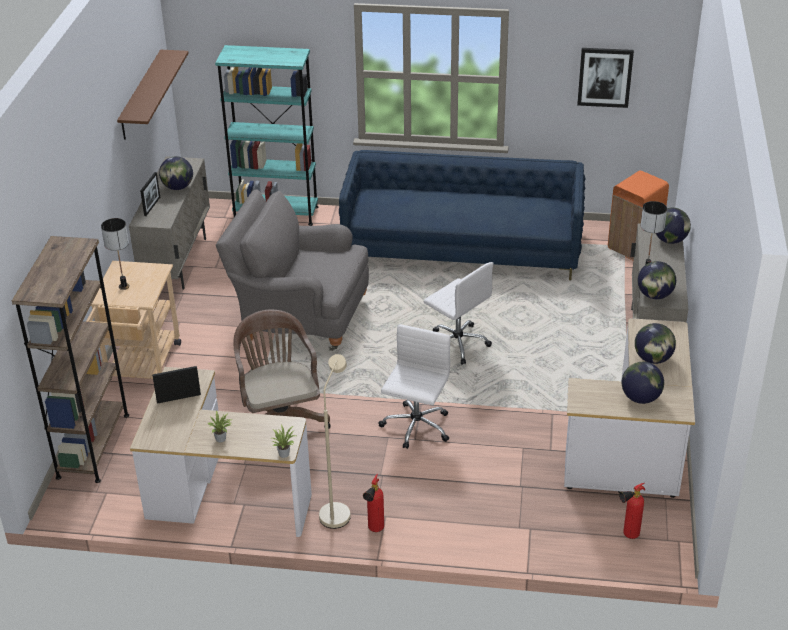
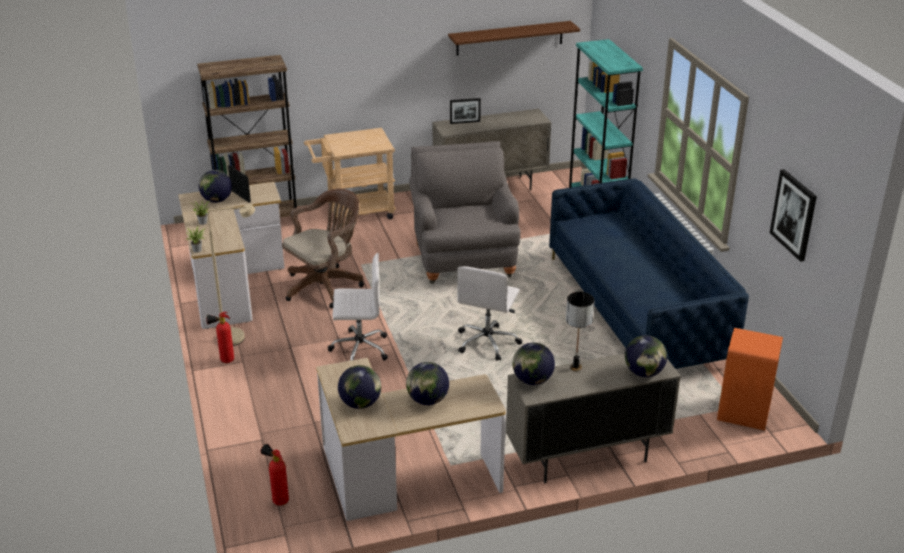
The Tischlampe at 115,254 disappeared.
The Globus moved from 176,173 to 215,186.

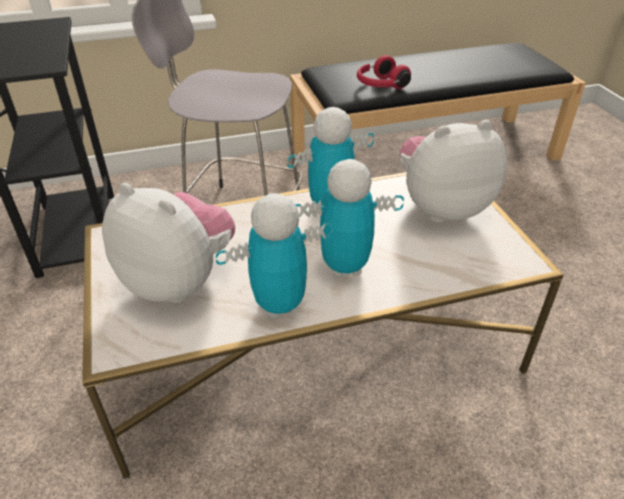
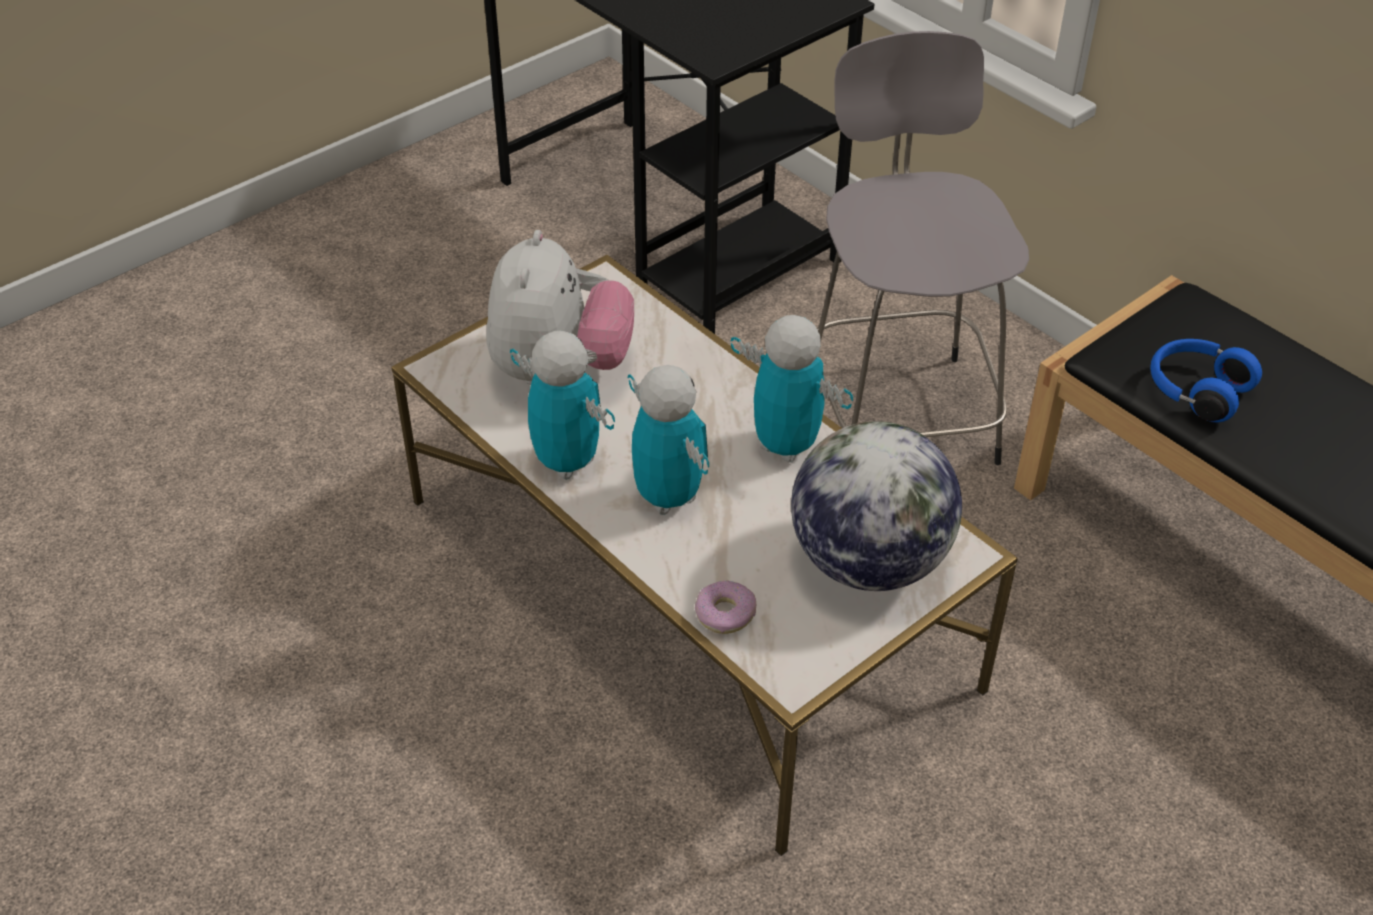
The Donut at 725,607 appeared.
The Plüschtier at 454,171 was replaced by the Globus at 876,506.
The Kopfhörer (rot) at 384,72 became the Kopfhörer (blau) at 1206,380.

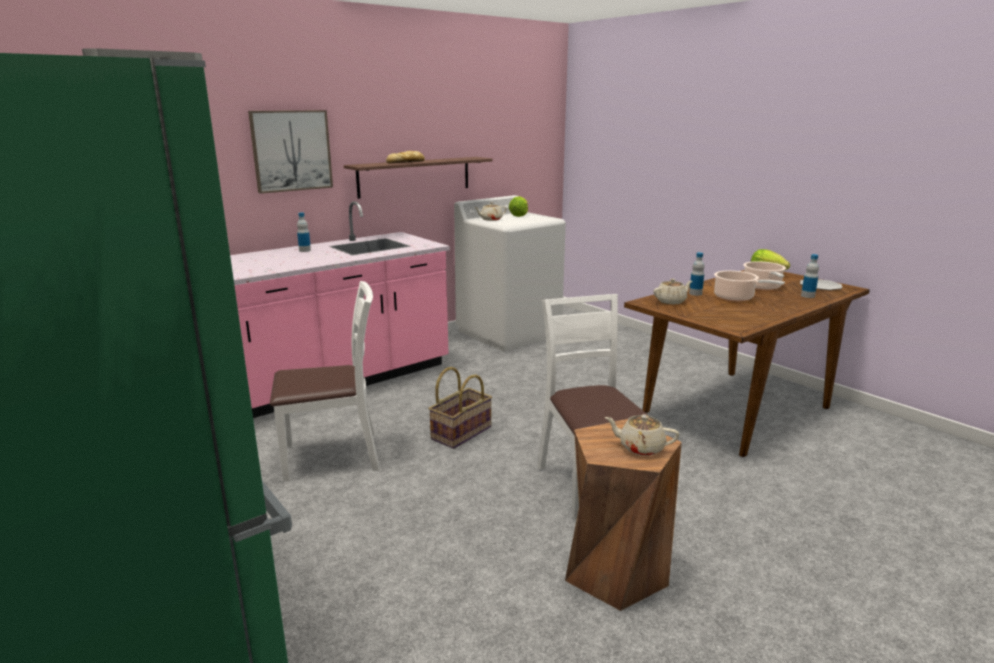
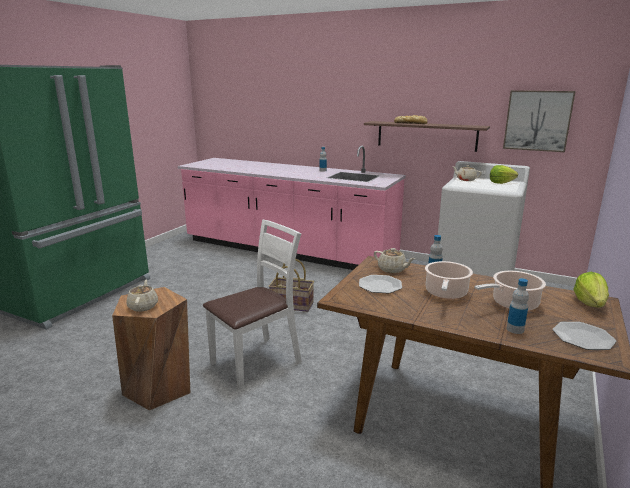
The Stuhl (weiß) at 325,381 disappeared.
The Teller at 380,284 appeared.
The Bild moved from 290,152 to 539,121.

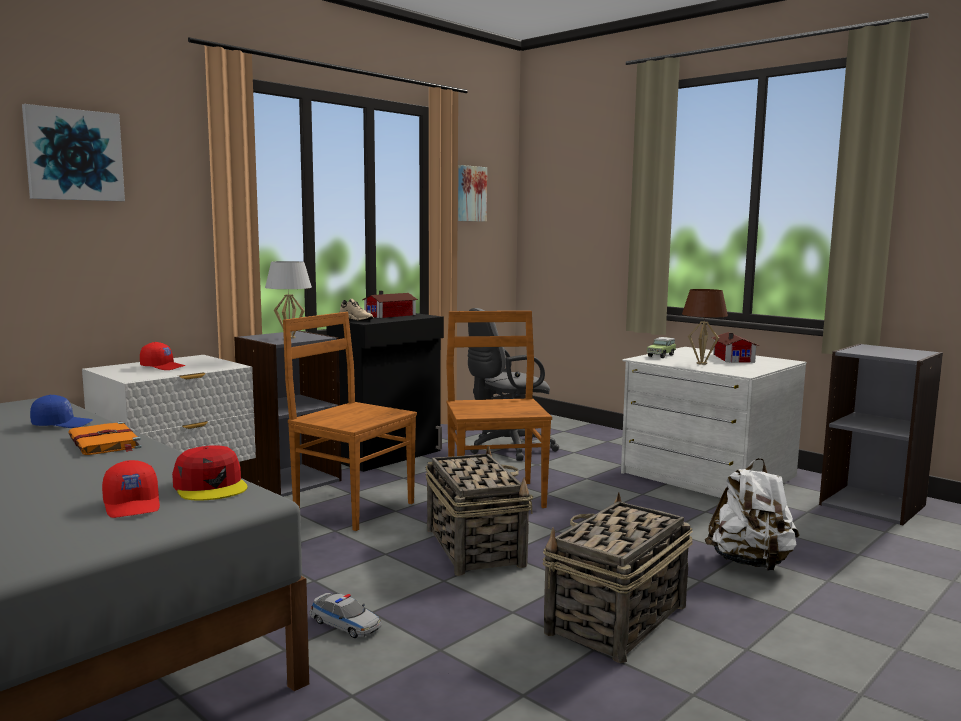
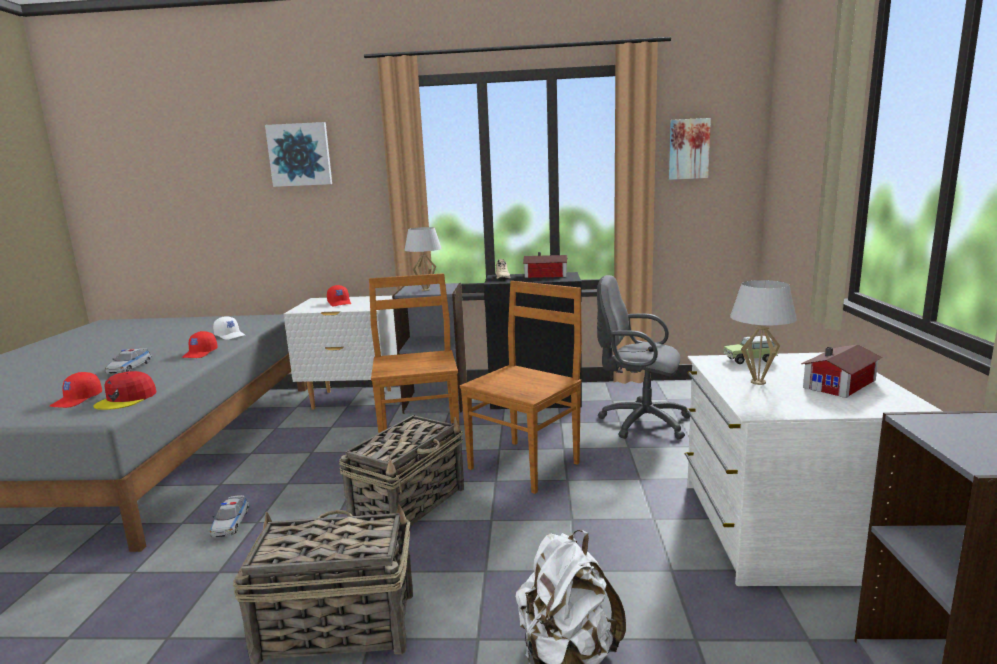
The Spielzeugauto at 128,361 appeared.
The Buch (orange) at 105,438 was replaced by the Kappe (rot) at 199,344.
The Kappe (blau) at 61,411 became the Kappe (weiß) at 229,328.
The Tischlampe (braun) at 705,327 became the Tischlampe (weiß) at 763,332.

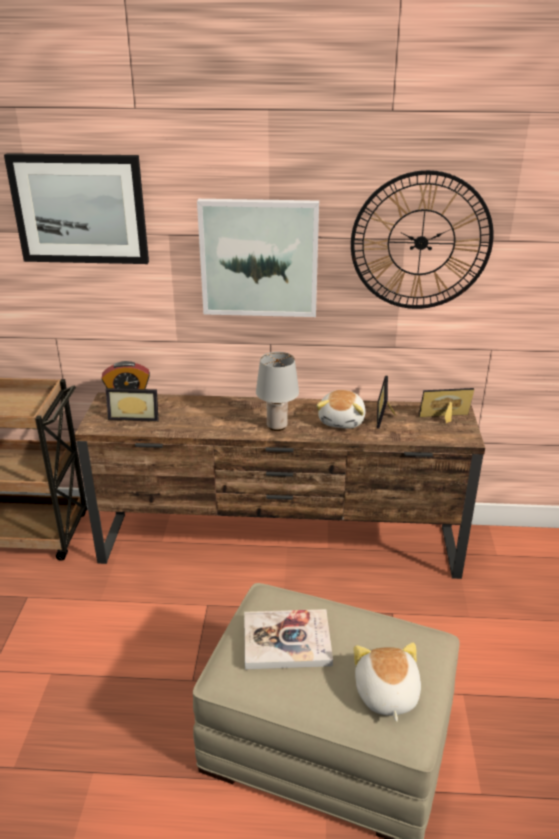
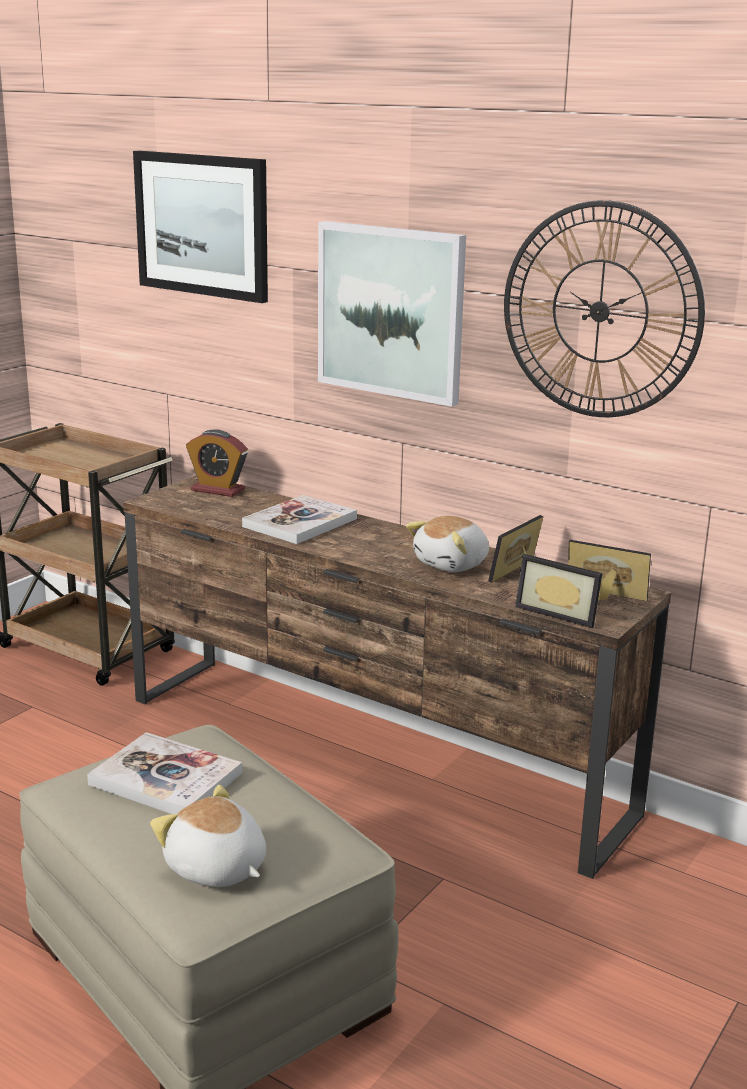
The Tischlampe (grau) at 277,391 disappeared.
The Buch at 299,519 appeared.
The Bilderrahmen moved from 132,405 to 558,591.
The Plüschtier at 387,682 turned 75 degrees counterclockwise.

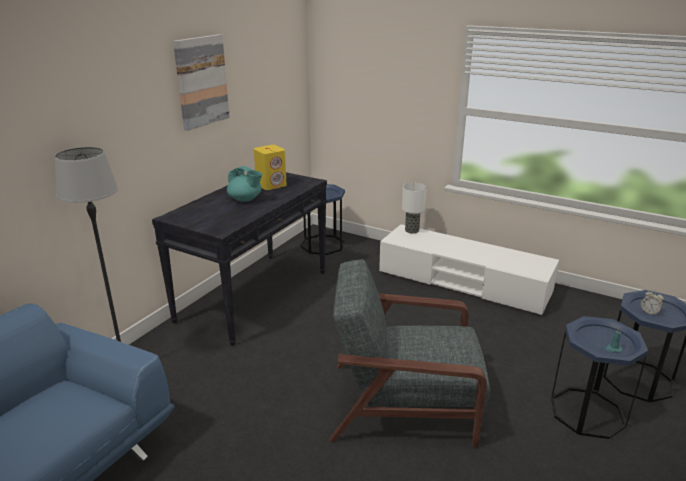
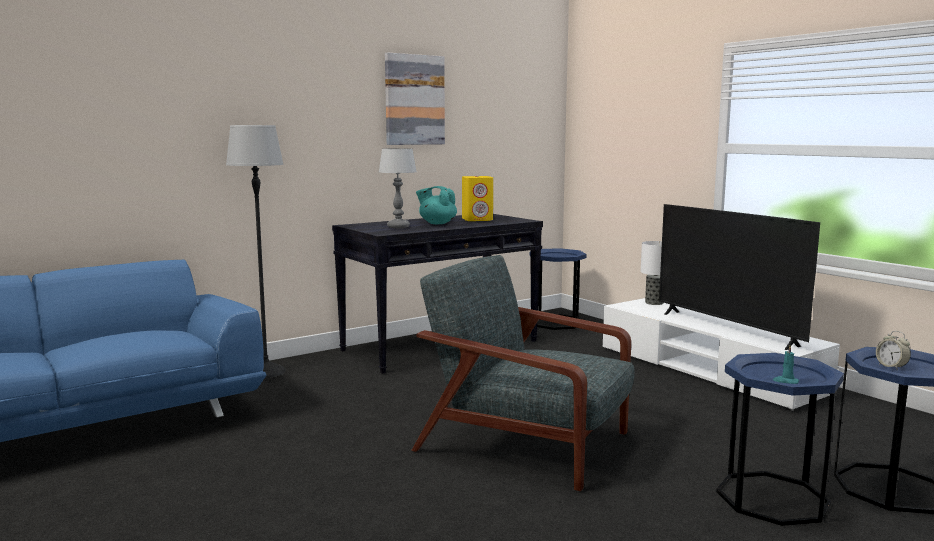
The Tischlampe at 398,188 appeared.
The Fernseher at 739,277 appeared.
The Teekanne (türkis) at 244,184 turned 150 degrees clockwise.

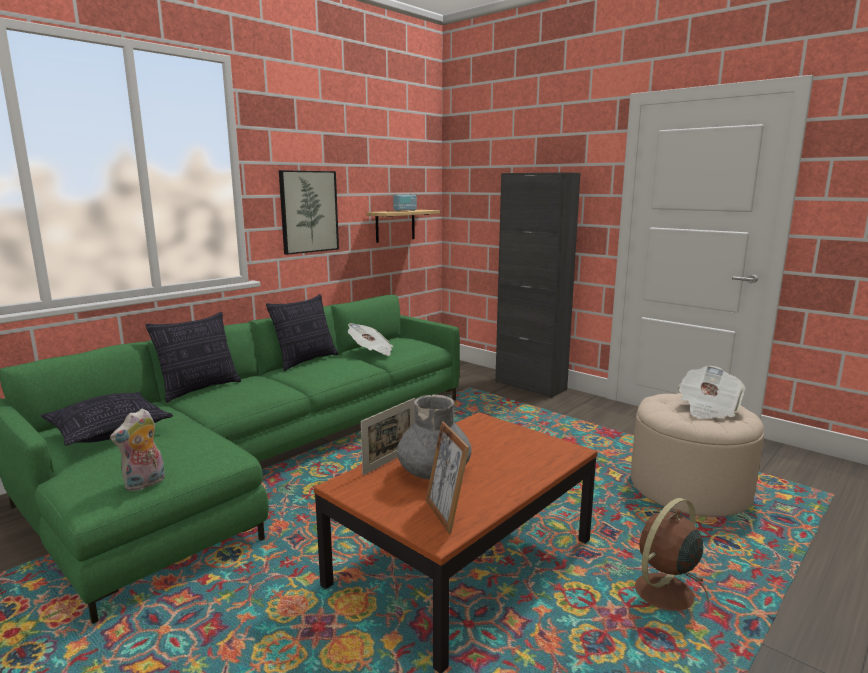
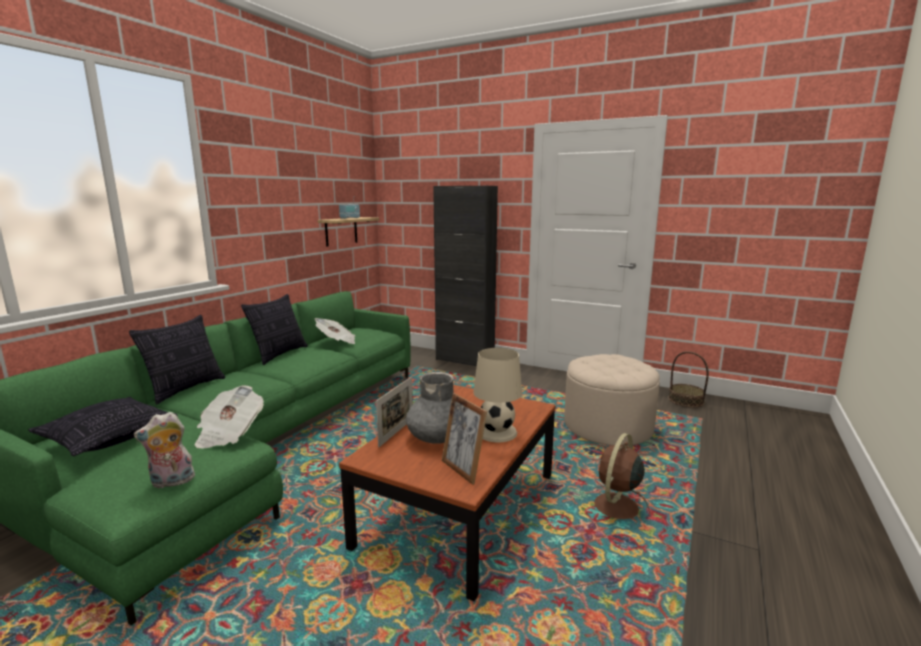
The Bild at 309,212 disappeared.
The Tischlampe (beige) at 497,395 appeared.
The Korb at 688,379 appeared.
The Zeitung moved from 712,392 to 229,417.
The Plüschtier at 137,450 turned 45 degrees clockwise.

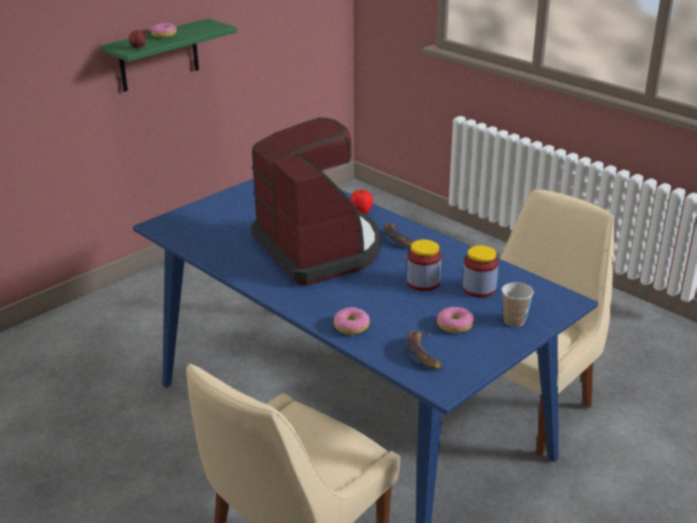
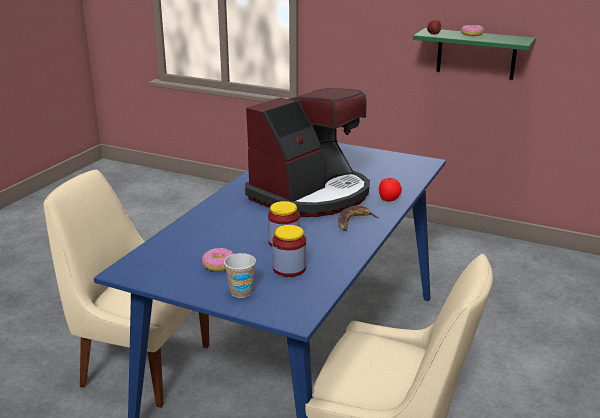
The Donut at 352,321 disappeared.
The Banane at 424,350 disappeared.

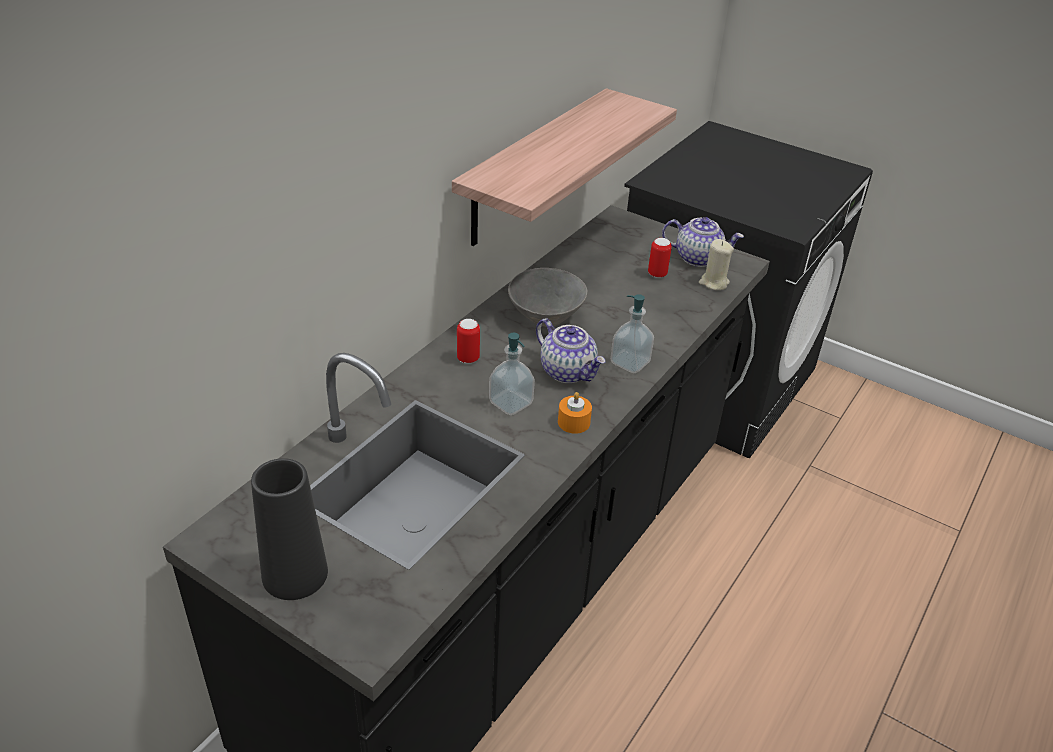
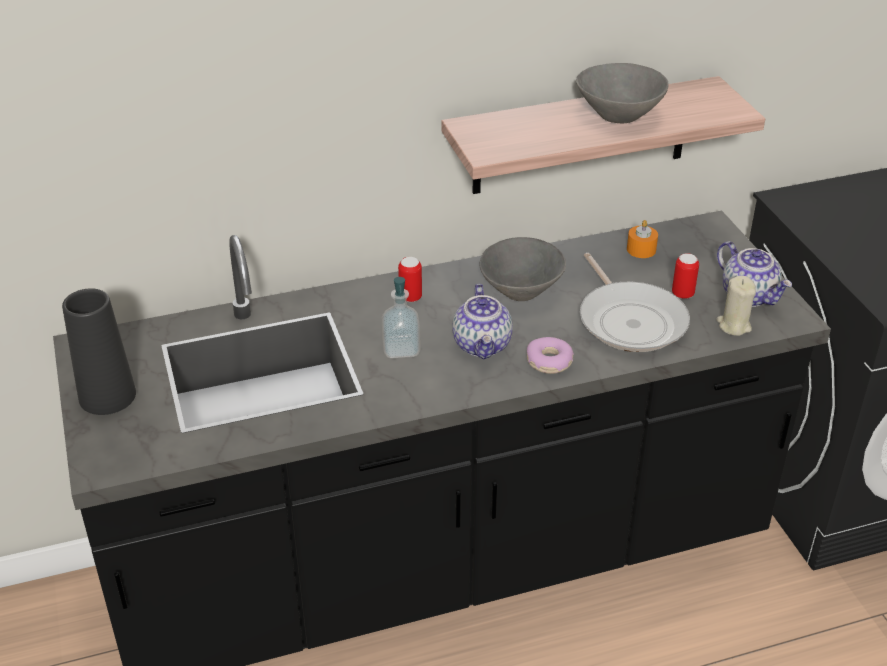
The Schüssel (grau) at 622,93 appeared.
The Pfanne at 635,302 appeared.
The Kerze (orange) moved from 575,413 to 642,239.
The Seifenspender at 632,333 was replaced by the Donut at 550,355.

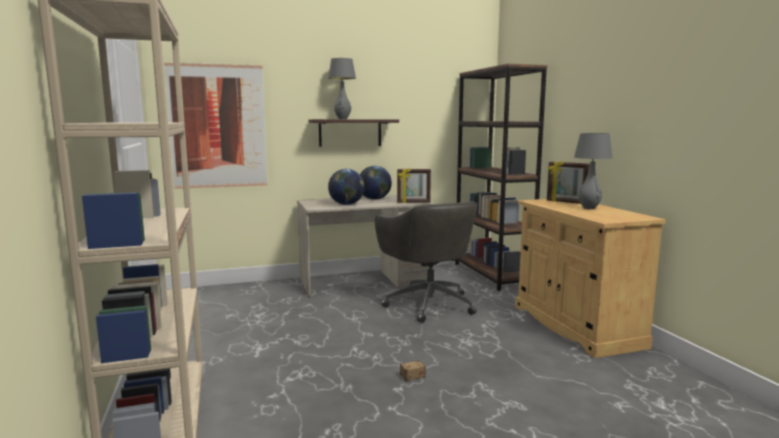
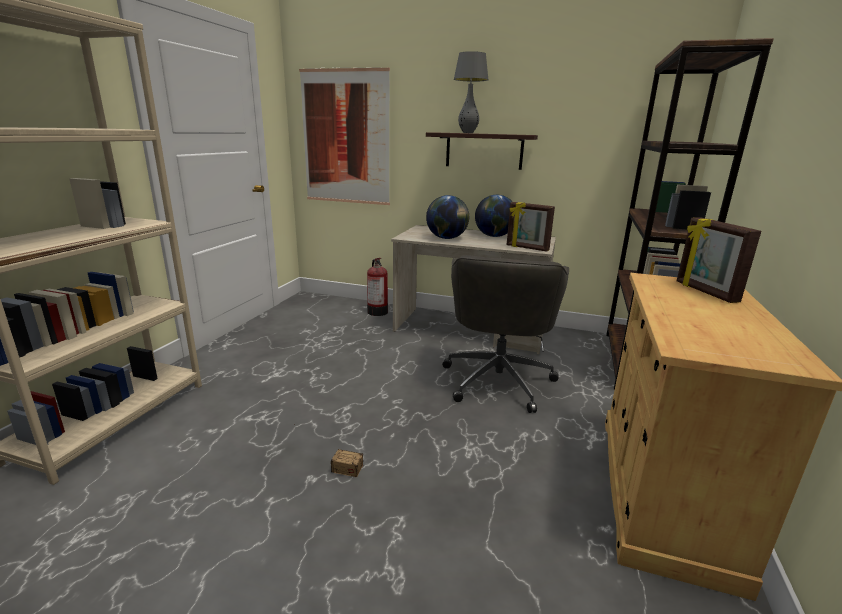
The Tischlampe (grau) at 593,171 disappeared.
The Feuerlöscher at 377,287 appeared.

